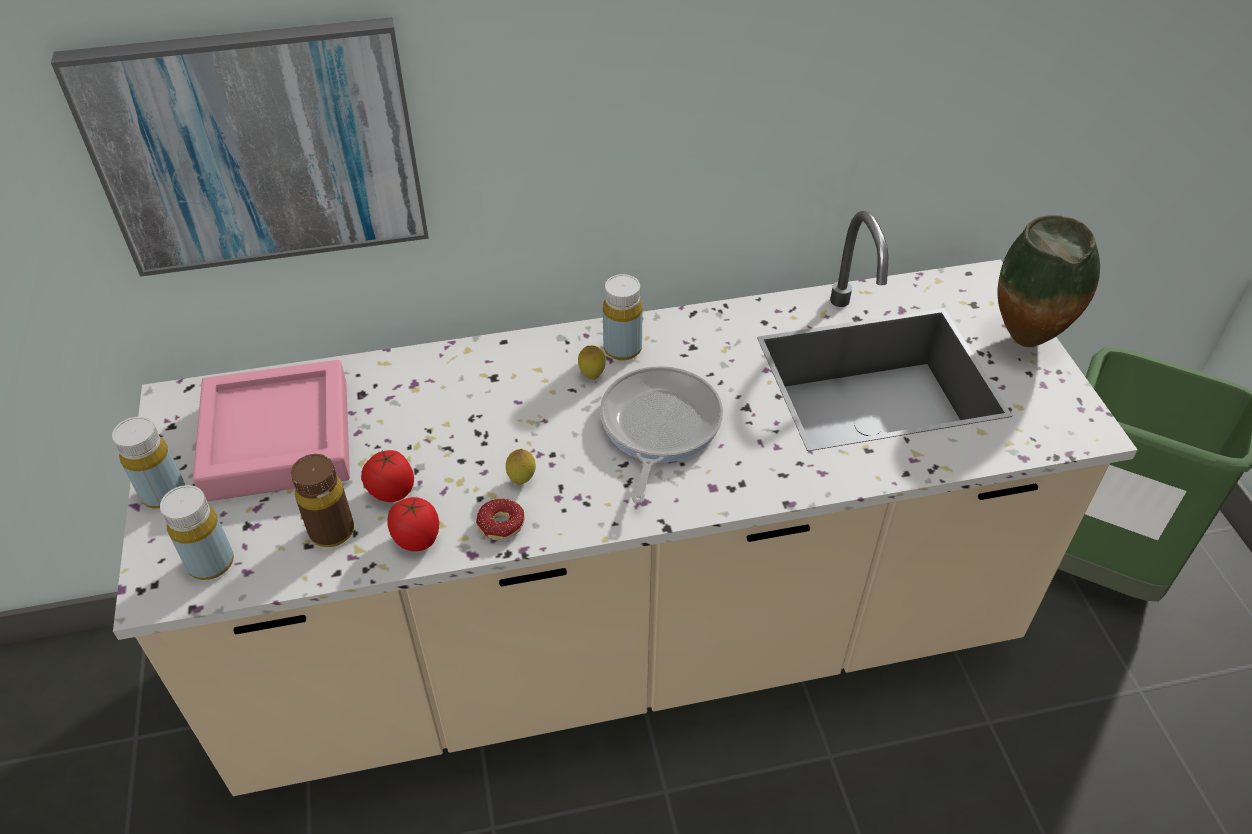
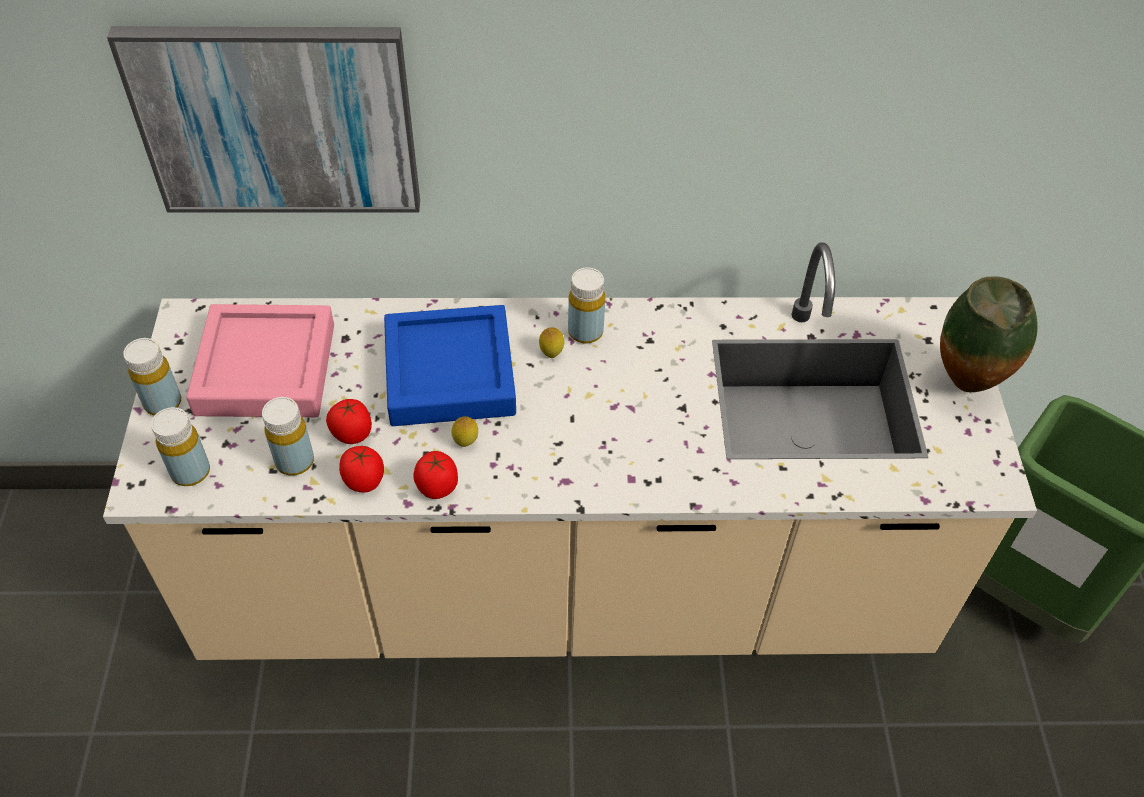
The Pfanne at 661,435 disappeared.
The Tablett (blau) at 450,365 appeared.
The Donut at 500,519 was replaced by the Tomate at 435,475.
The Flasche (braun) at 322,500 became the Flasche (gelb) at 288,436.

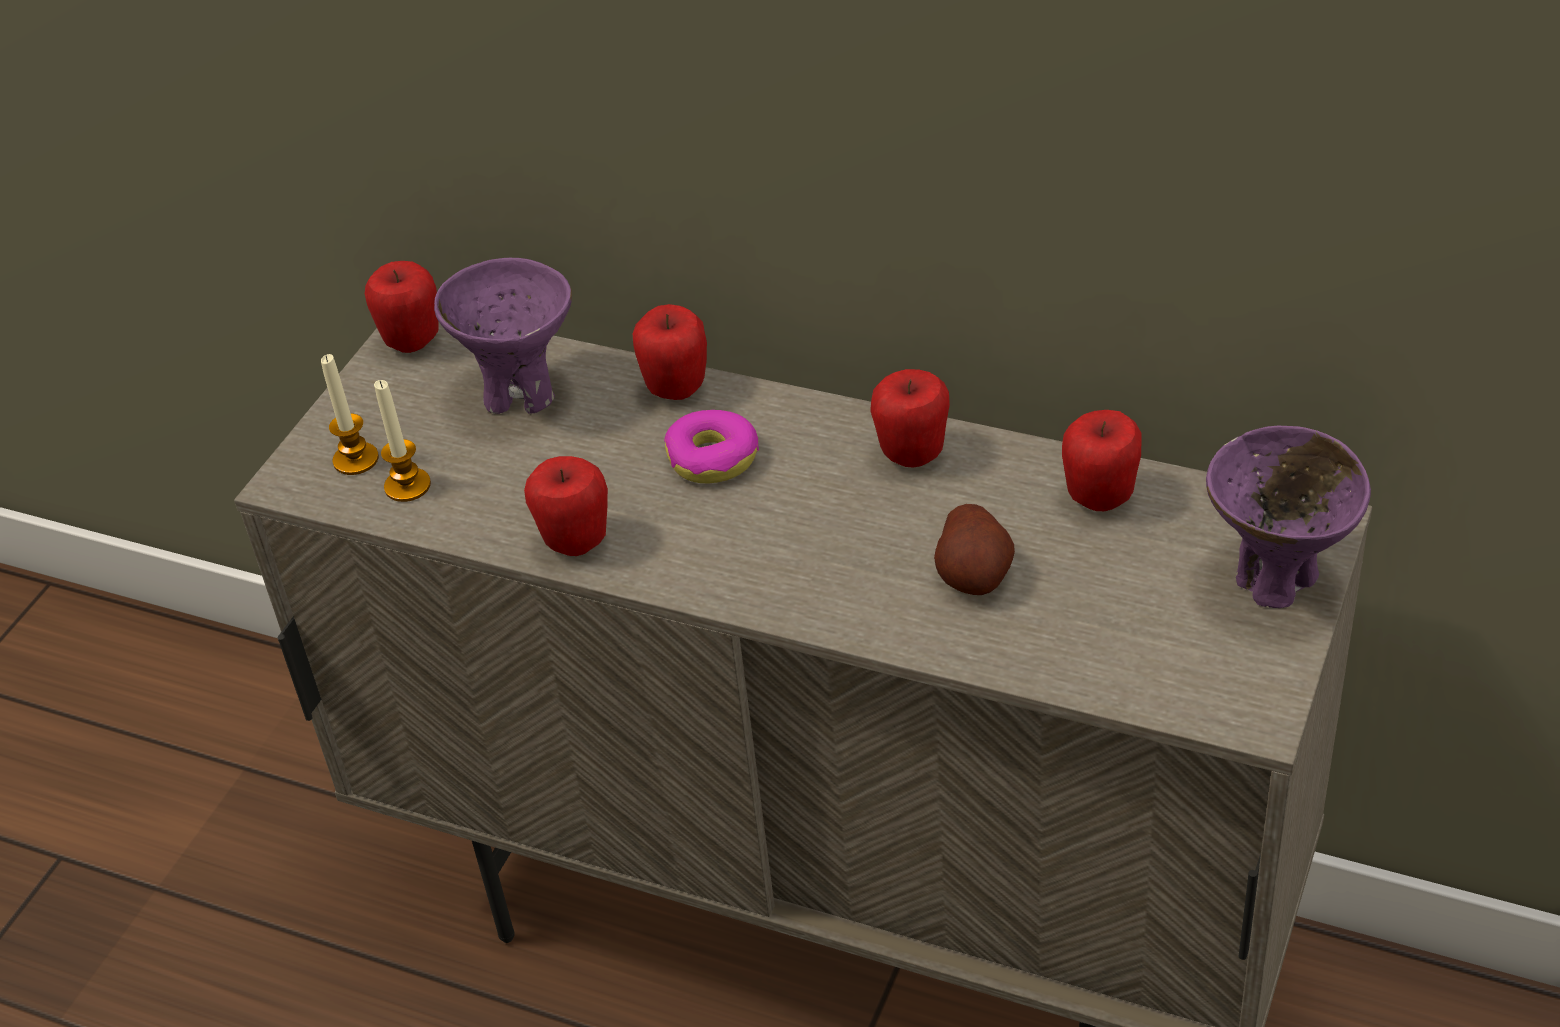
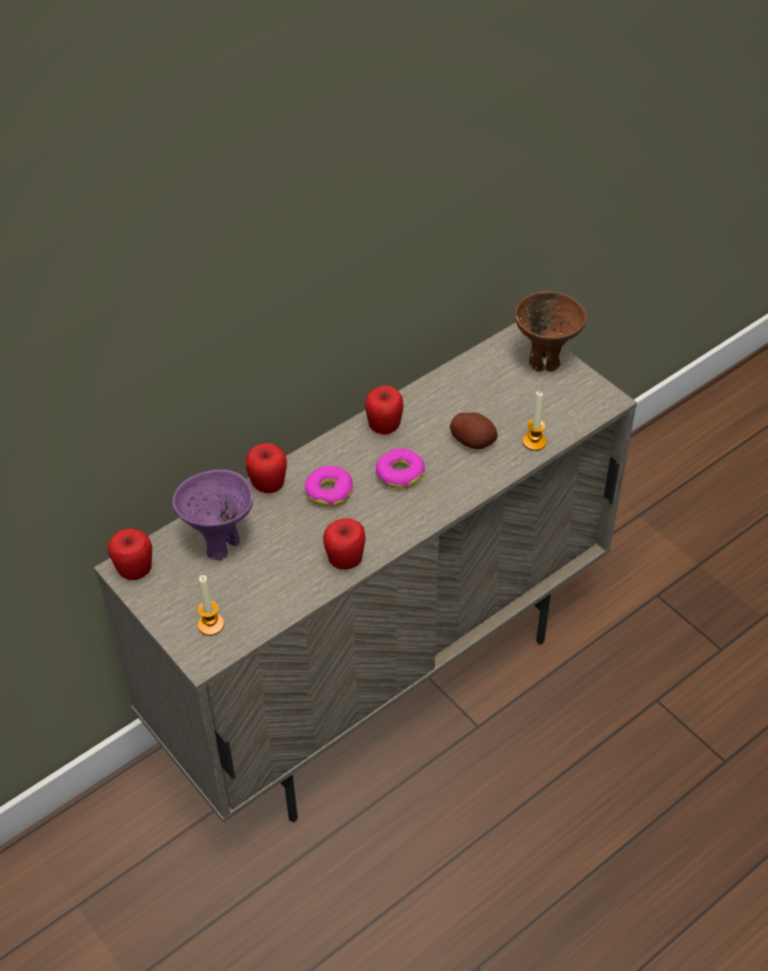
The Apfel at 1101,460 disappeared.
The Donut at 400,468 appeared.
The Kerze moved from 402,441 to 535,421.
The Schüssel (lila) at 1288,517 became the Schüssel (braun) at 551,331.

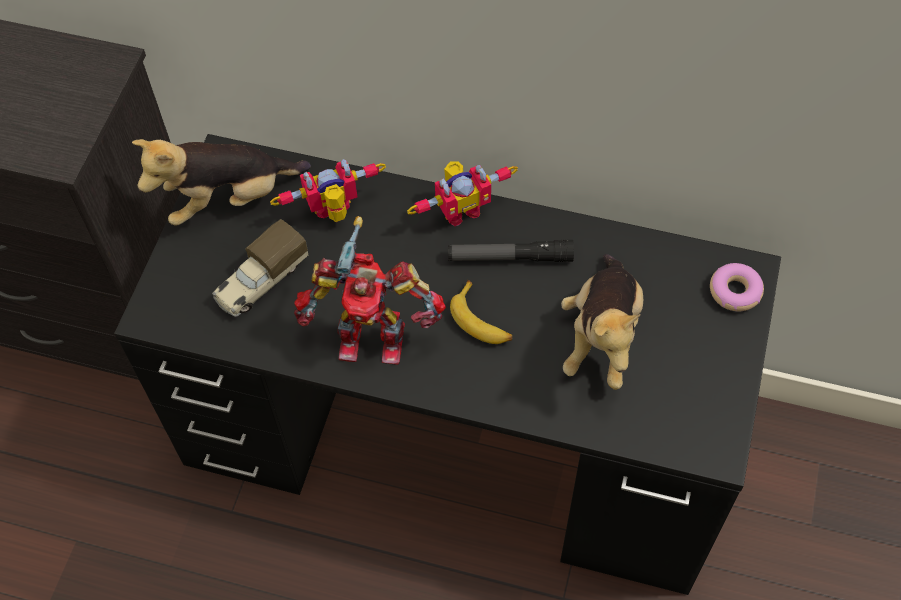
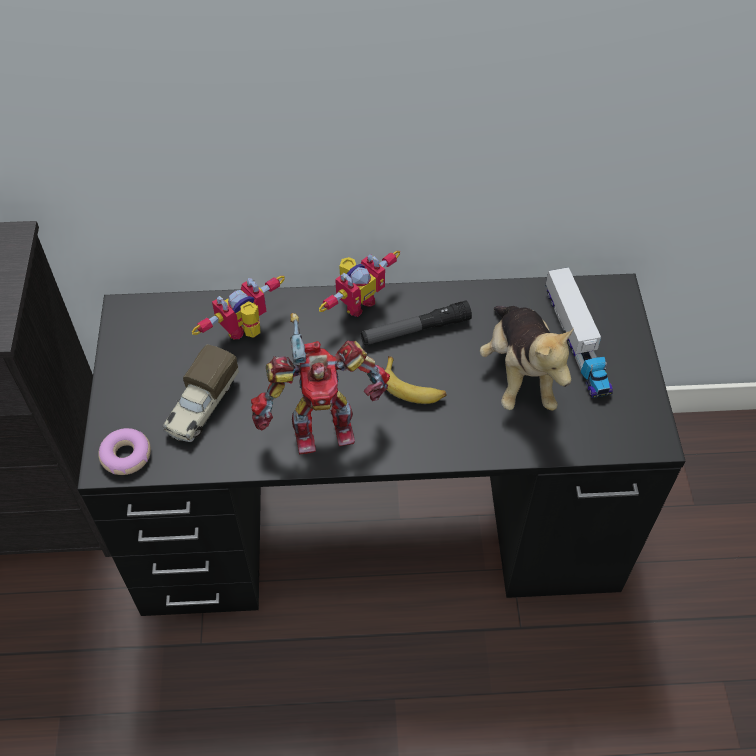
The Plüschtier at 221,182 disappeared.
The Spielzeuglaster at 579,332 appeared.
The Donut moved from 737,287 to 124,451.

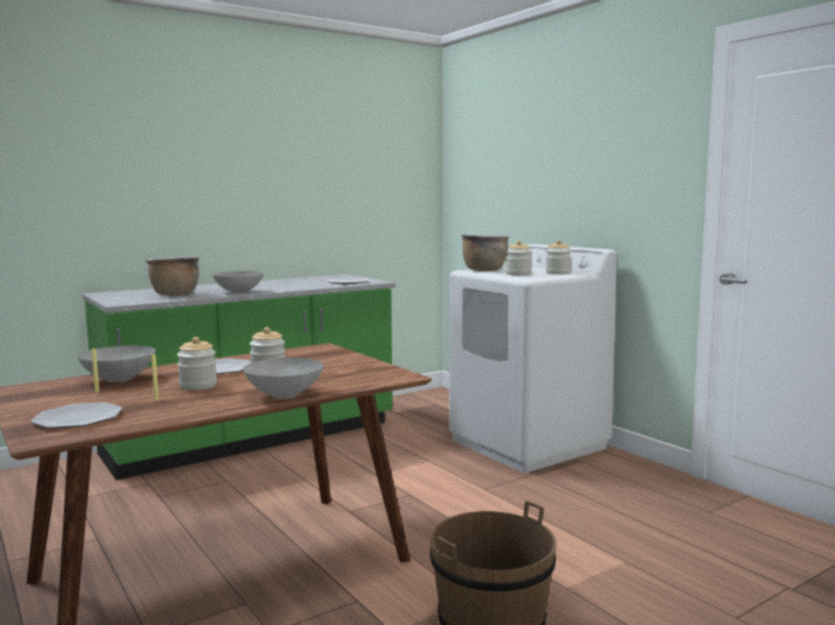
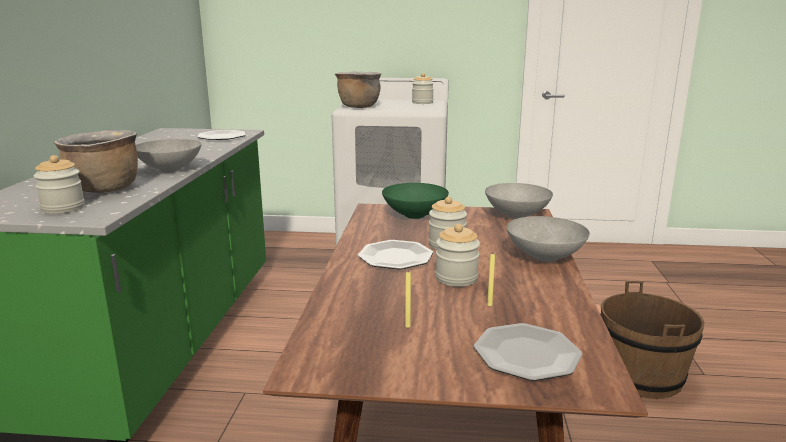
The Schüssel (grün) at 415,201 appeared.
The Schüssel (grau) moved from 116,364 to 519,201.
The Vorratsglas moved from 518,257 to 59,184.

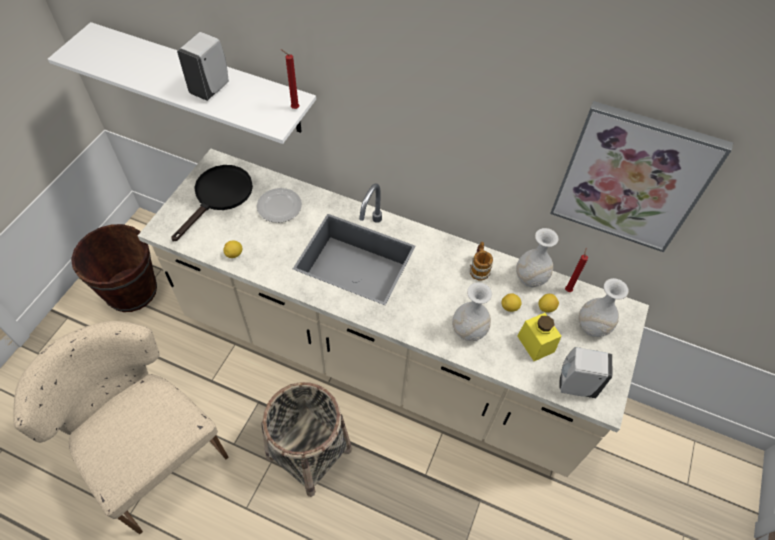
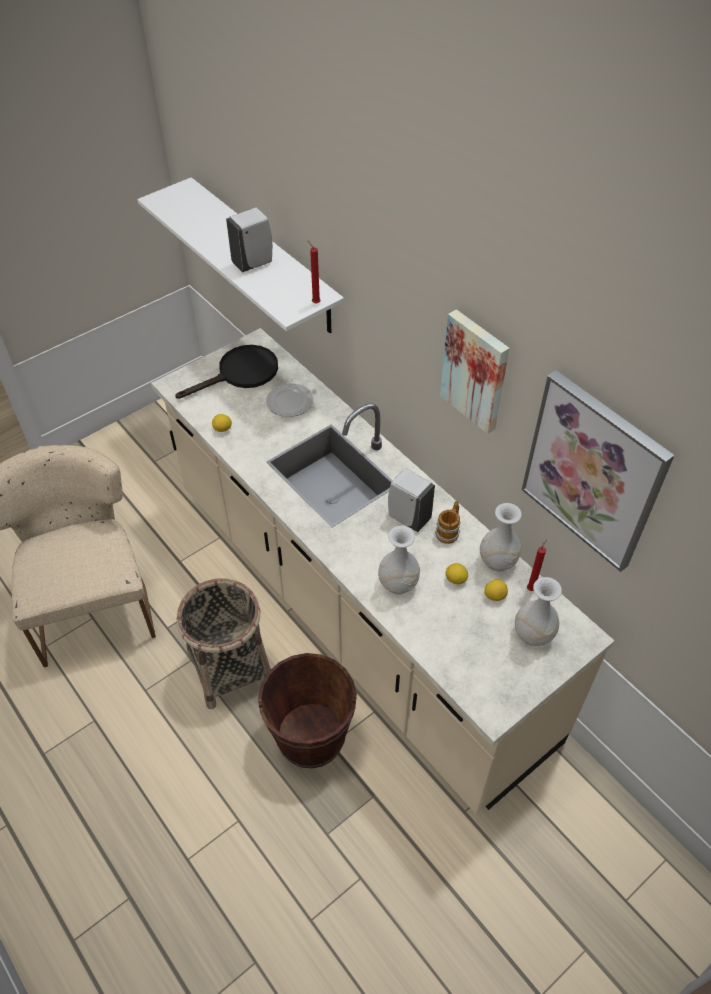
The Vorratsglas (gelb) at 539,337 disappeared.
The Bild at 475,371 appeared.
The Eimer (braun) moved from 114,268 to 307,711.
The Seifenspender (weiß) moved from 585,372 to 411,500.

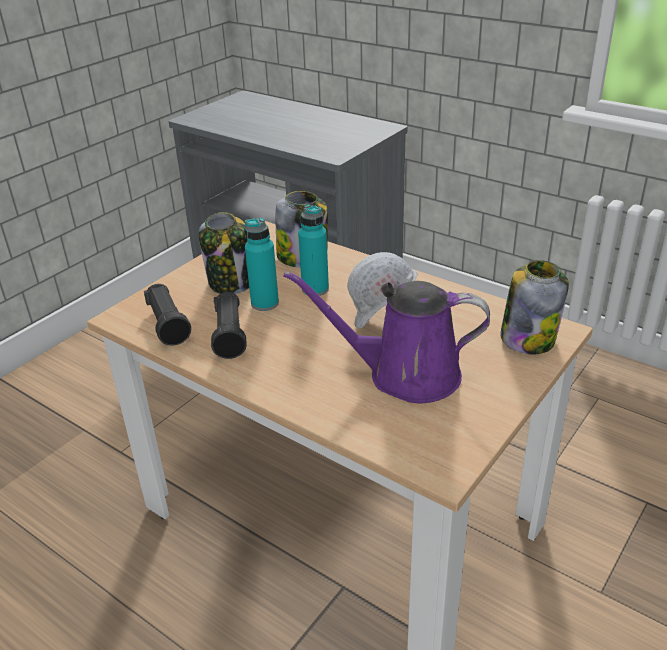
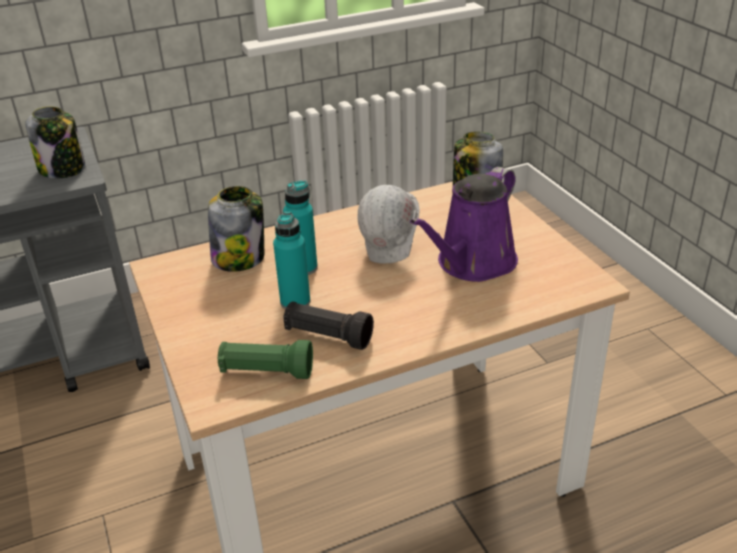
The Vorratsglas moved from 223,253 to 55,142.
The Taschenlampe (schwarz) at 167,315 became the Taschenlampe (grün) at 265,359.

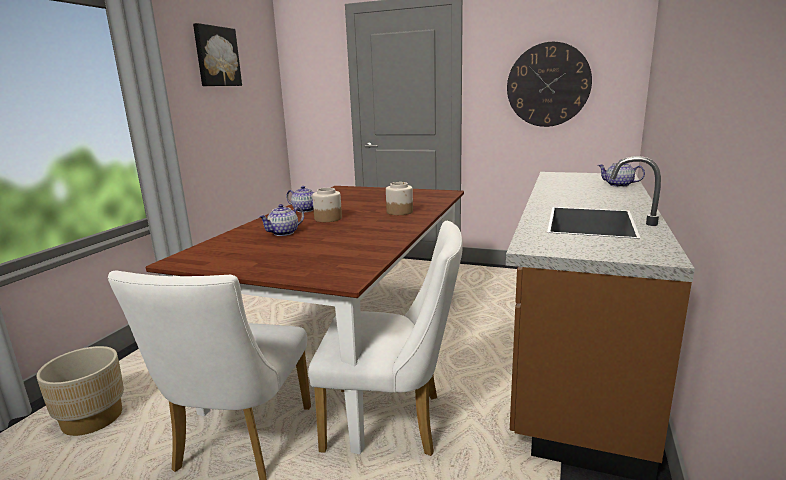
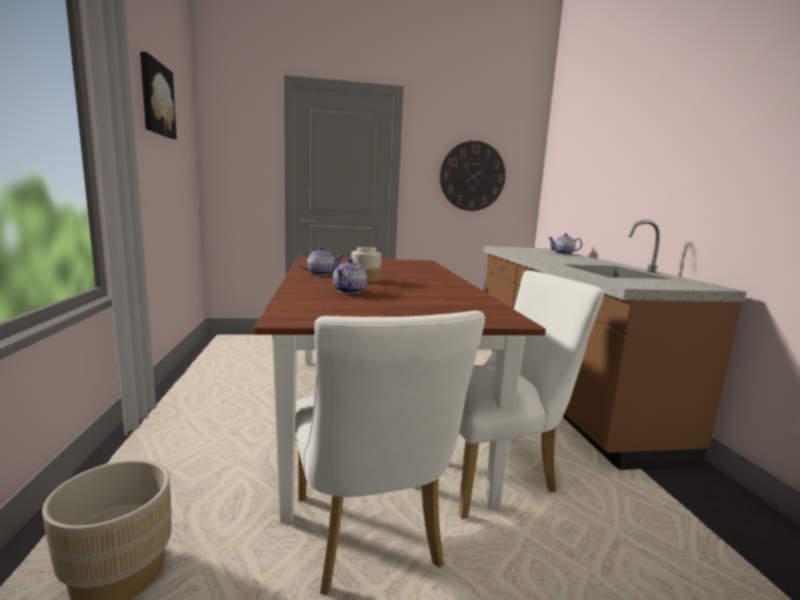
The Vorratsglas at 399,198 disappeared.

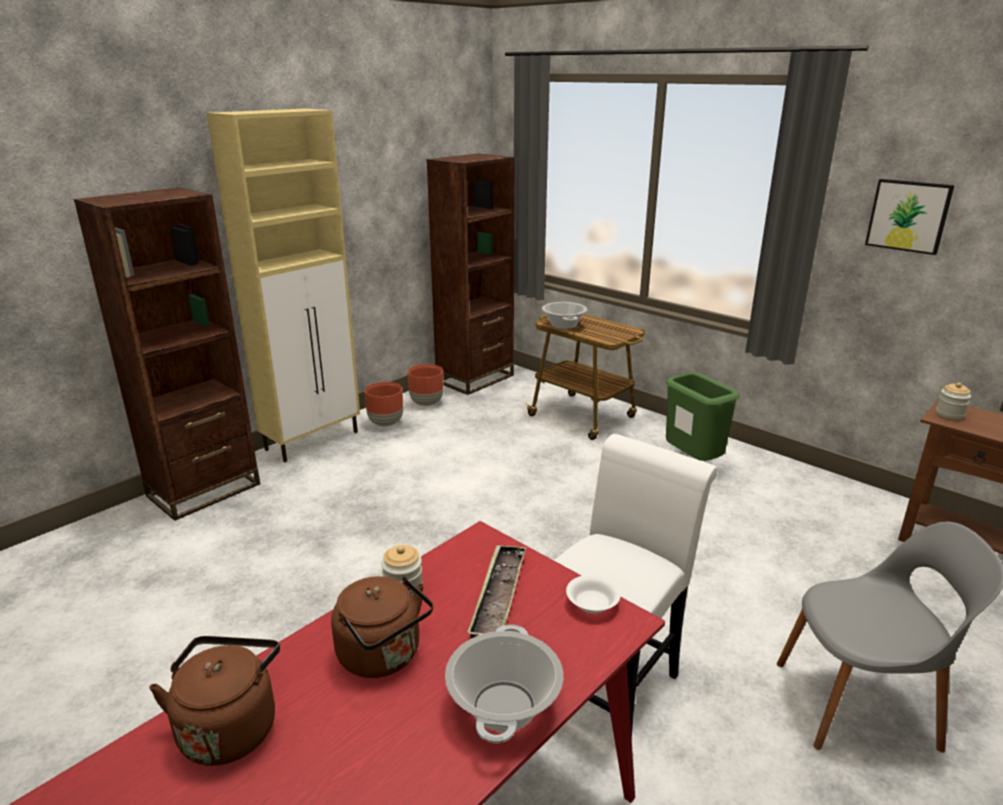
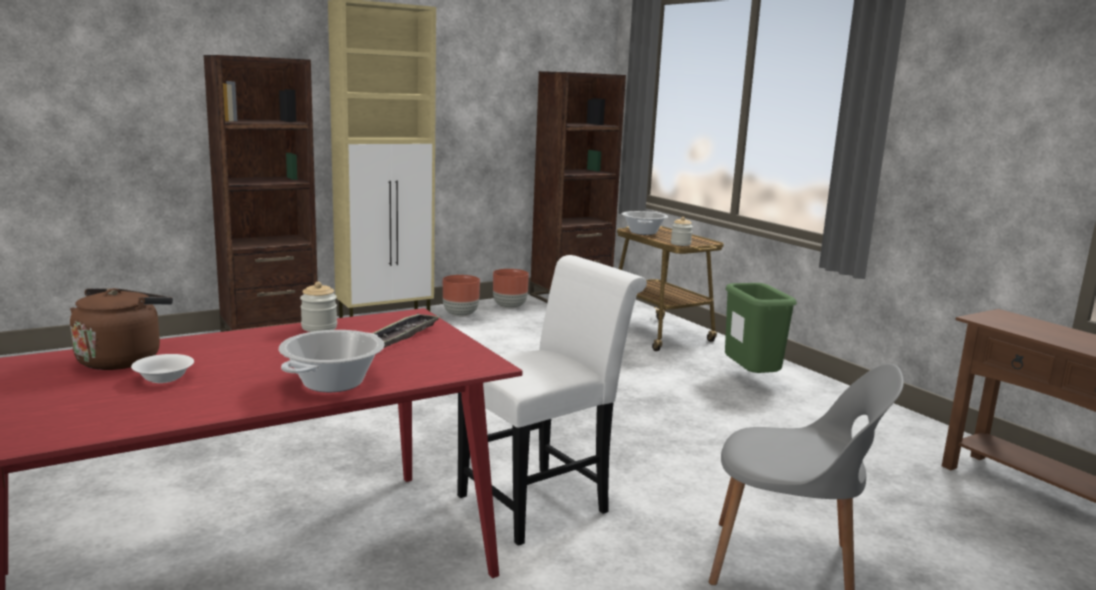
The Wasserkessel (braun) at 382,627 disappeared.
The Bild at 910,217 disappeared.
The Schüssel (weiß) moved from 593,594 to 162,368.
The Vorratsglas moved from 953,401 to 682,231.

